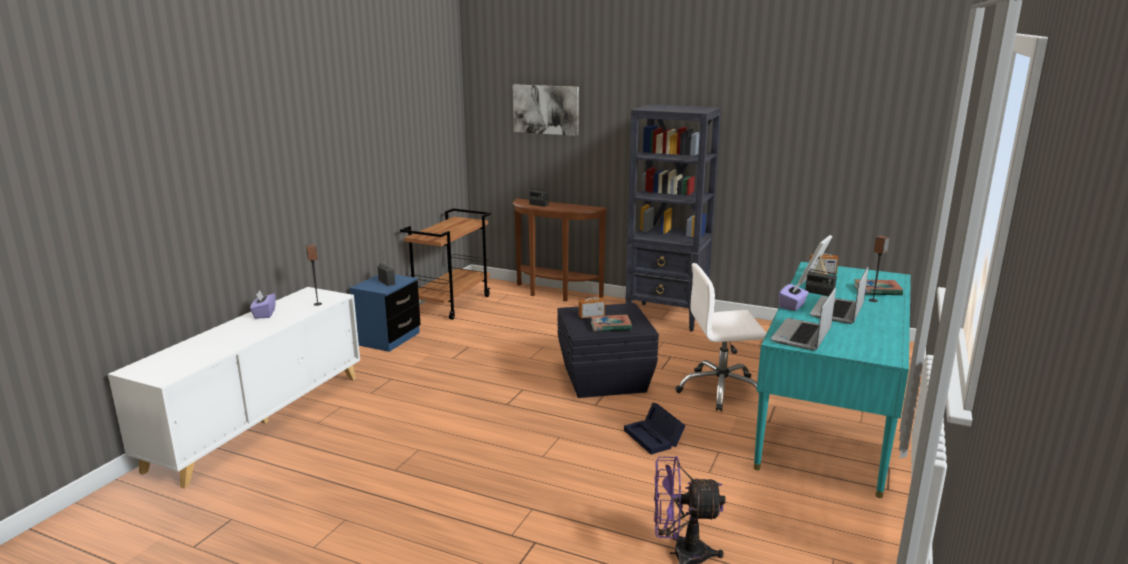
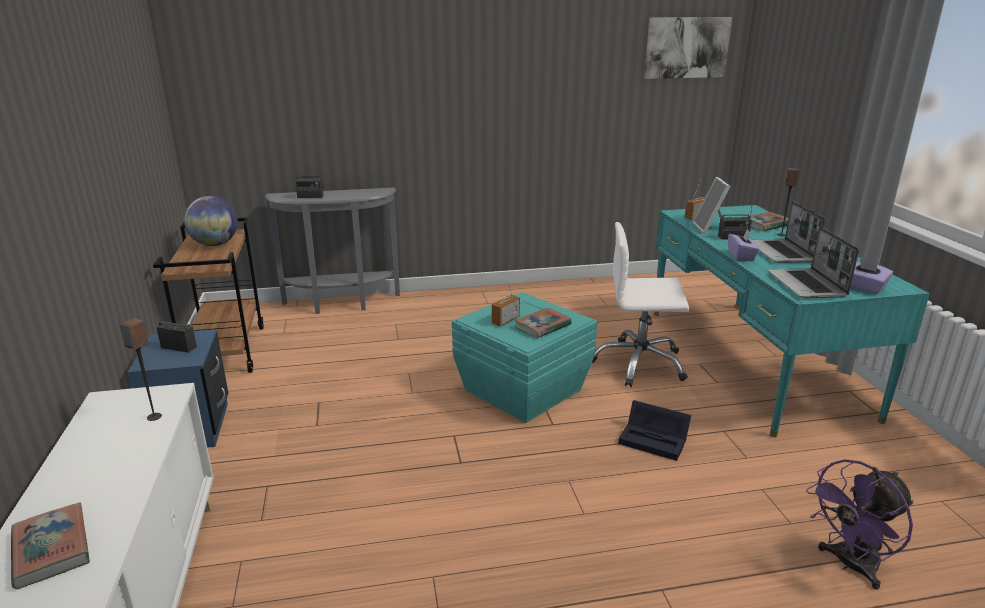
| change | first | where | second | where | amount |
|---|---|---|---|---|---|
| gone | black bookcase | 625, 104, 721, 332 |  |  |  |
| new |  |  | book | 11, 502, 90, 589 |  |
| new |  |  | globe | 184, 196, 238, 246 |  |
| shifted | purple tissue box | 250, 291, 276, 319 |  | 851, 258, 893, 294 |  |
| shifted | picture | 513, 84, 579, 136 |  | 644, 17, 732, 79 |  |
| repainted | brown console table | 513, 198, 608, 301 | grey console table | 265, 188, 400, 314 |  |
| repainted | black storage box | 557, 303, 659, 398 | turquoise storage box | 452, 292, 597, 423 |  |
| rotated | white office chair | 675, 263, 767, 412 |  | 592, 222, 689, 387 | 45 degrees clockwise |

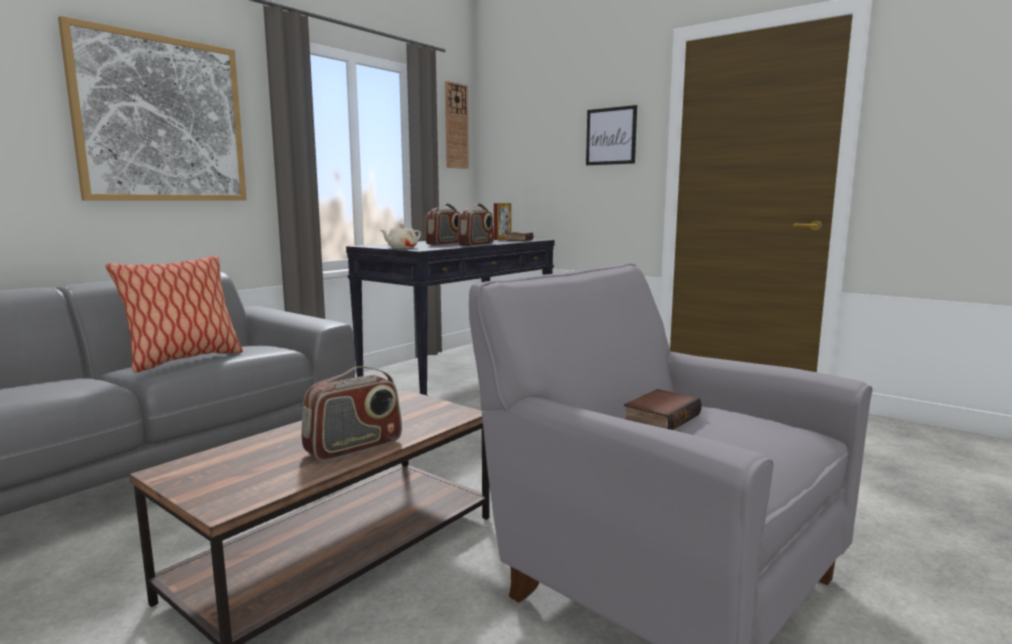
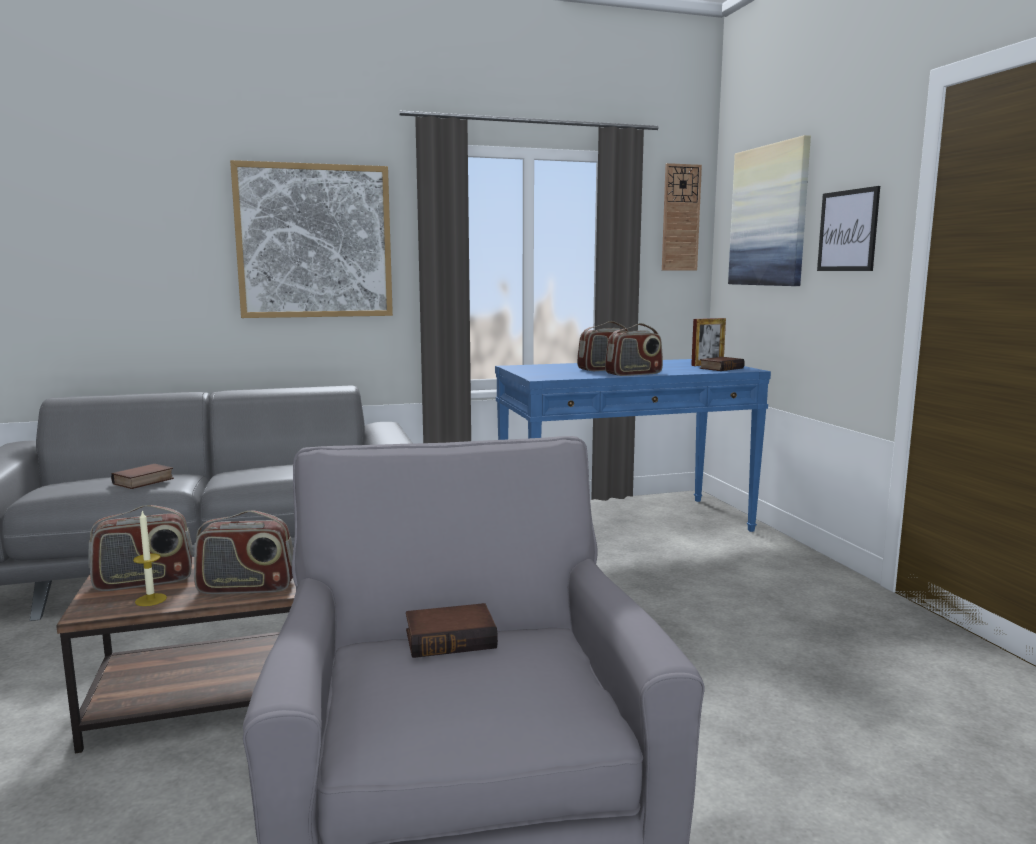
| change | first | where | second | where | amount |
|---|---|---|---|---|---|
| gone | pillow | 105, 255, 243, 372 |  |  |  |
| gone | beige teapot | 381, 224, 421, 248 |  |  |  |
| new |  |  | radio | 88, 505, 193, 591 |  |
| new |  |  | book | 111, 463, 174, 489 |  |
| new |  |  | candle | 133, 510, 167, 606 |  |
| new |  |  | picture | 728, 135, 811, 286 |  |
| repainted | black console table | 346, 239, 554, 396 | blue console table | 495, 359, 771, 532 |  |

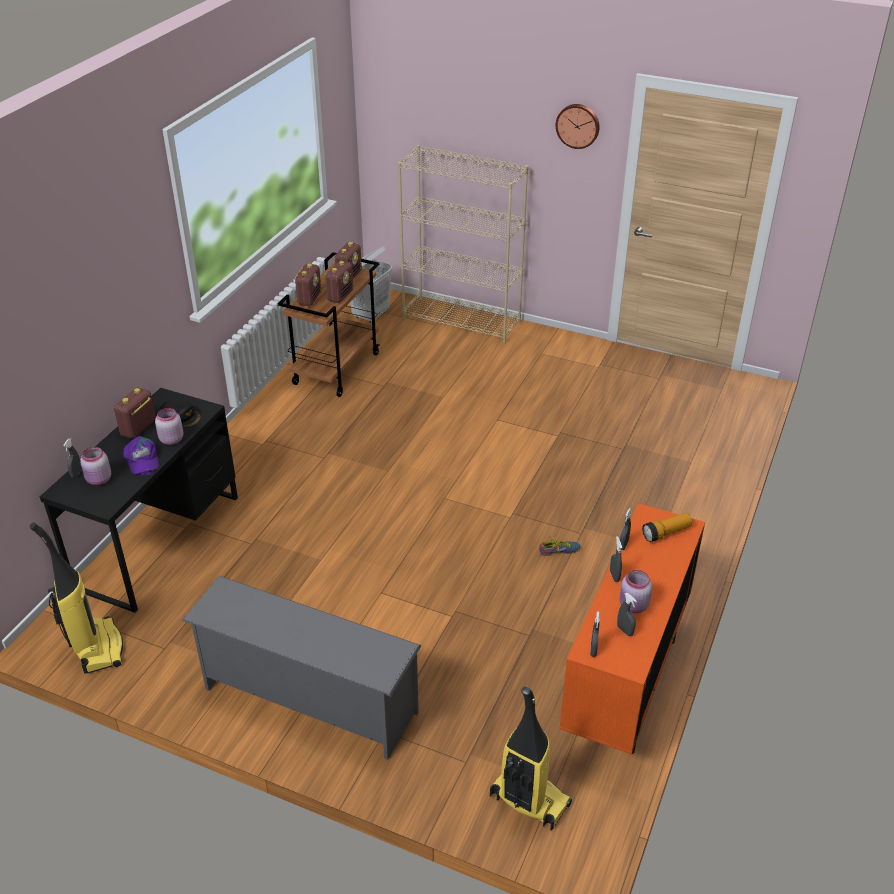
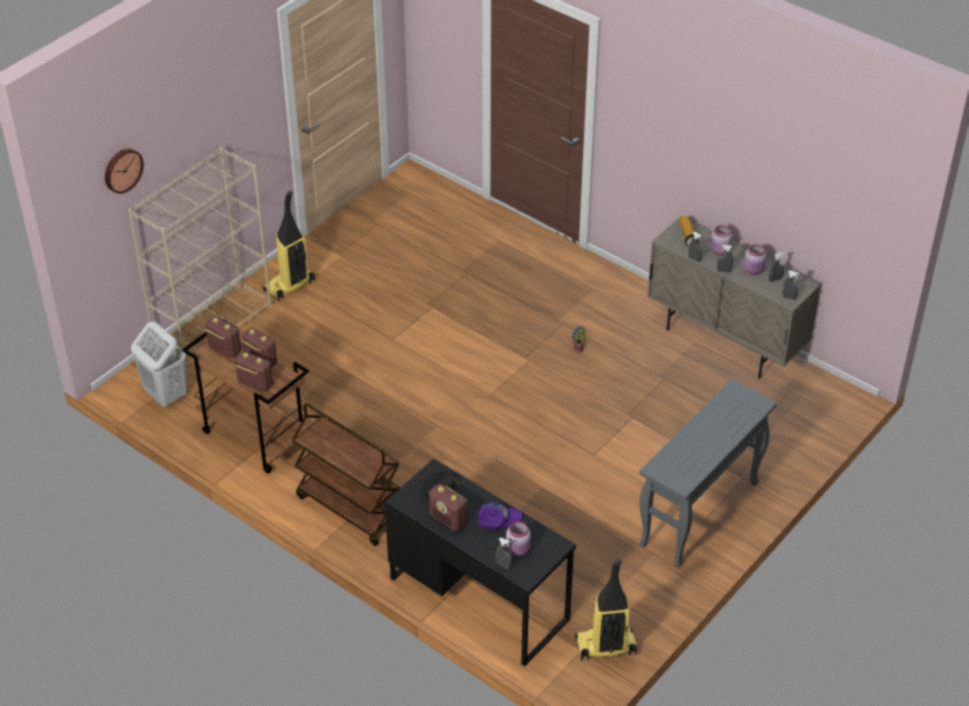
| change | first | where | second | where | amount |
|---|---|---|---|---|---|
| new |  |  | brown cart | 292, 403, 400, 546 |  |
| shifted | pink jar | 155, 408, 184, 445 |  | 710, 225, 732, 255 |  |
| shifted | vacuum cleaner | 490, 687, 572, 831 |  | 263, 191, 315, 301 |  |
| shifted | wall clock | 556, 104, 599, 149 |  | 105, 149, 144, 194 |  |
| swapped | grey shoe rack | 182, 576, 421, 760 | grey console table | 639, 379, 777, 568 |  |
| repainted | orange cabinet | 559, 503, 705, 754 | beige cabinet | 647, 216, 821, 379 |  |

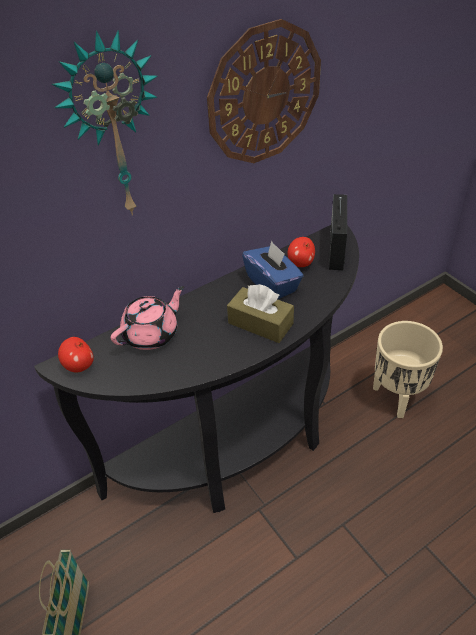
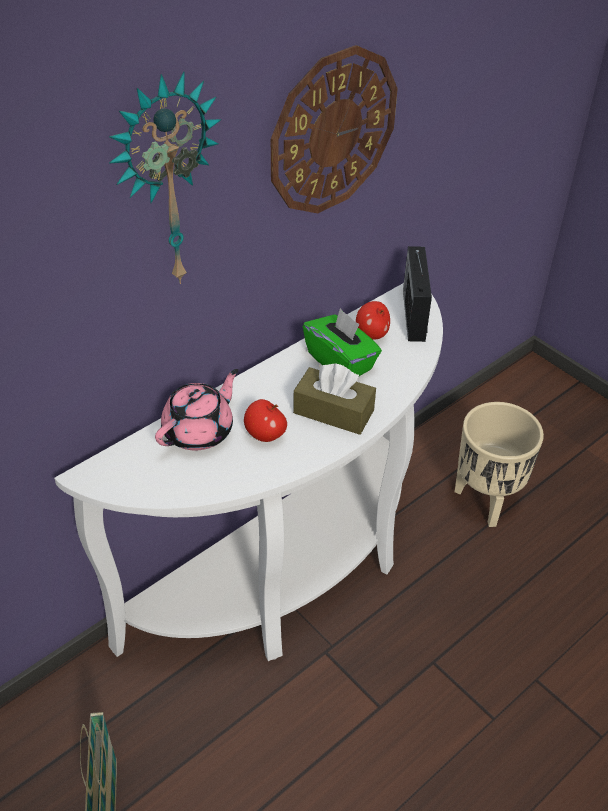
| change | first | where | second | where | amount |
|---|---|---|---|---|---|
| shifted | apple | 58, 337, 94, 372 |  | 244, 399, 287, 442 |  |
| repainted | black console table | 34, 225, 359, 513 | white console table | 54, 283, 443, 661 |  |
| repainted | blue tissue box | 242, 241, 303, 299 | green tissue box | 303, 308, 382, 376 |  |

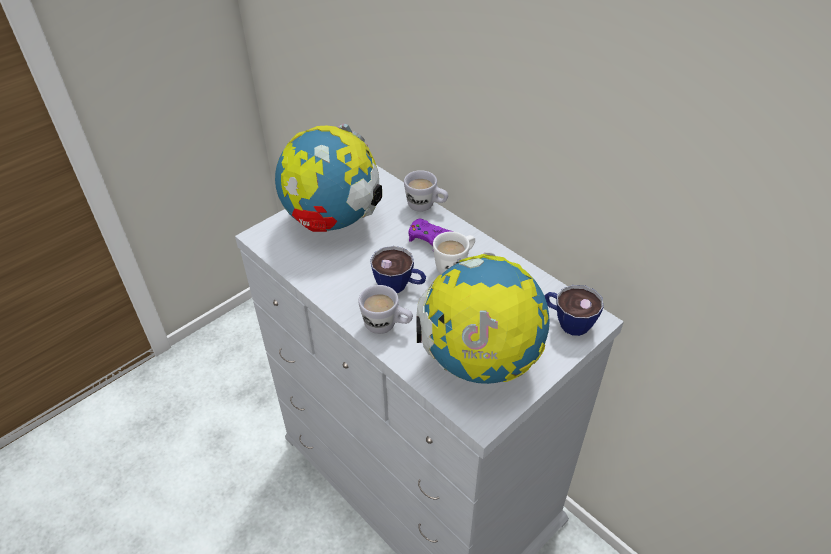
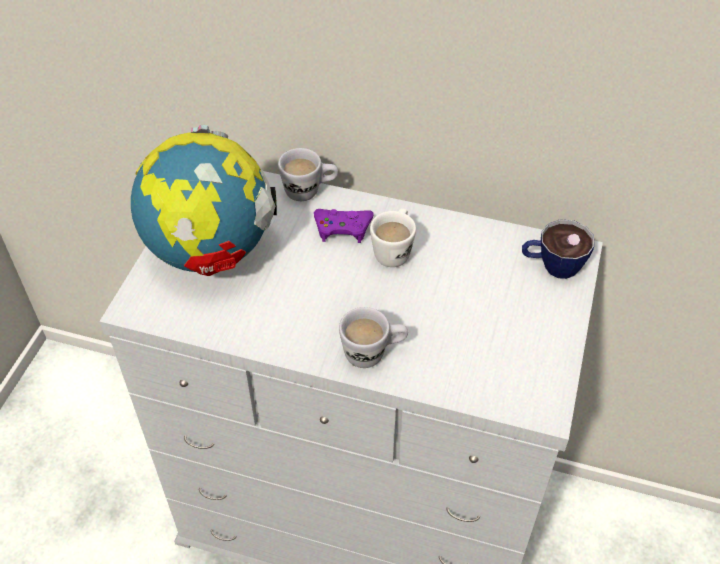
| change | first | where | second | where | amount |
|---|---|---|---|---|---|
| gone | cup | 370, 246, 426, 293 |  |  |  |
| gone | globe | 416, 252, 550, 384 |  |  |  |

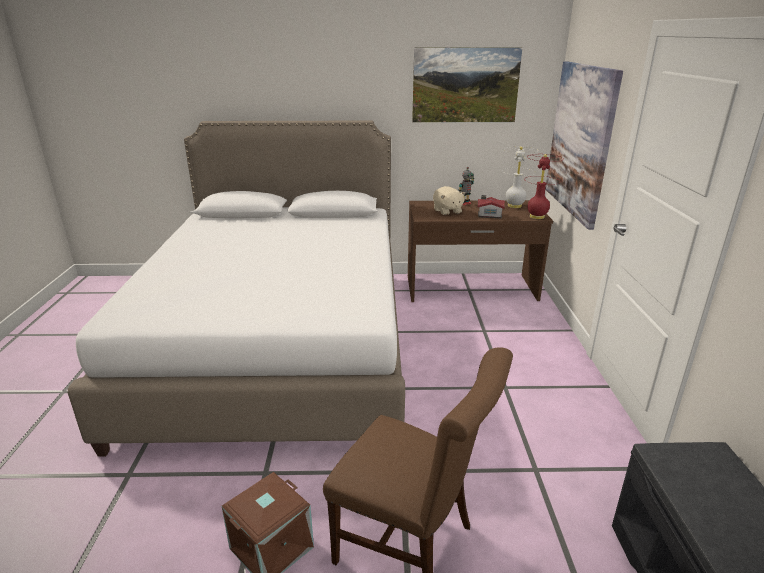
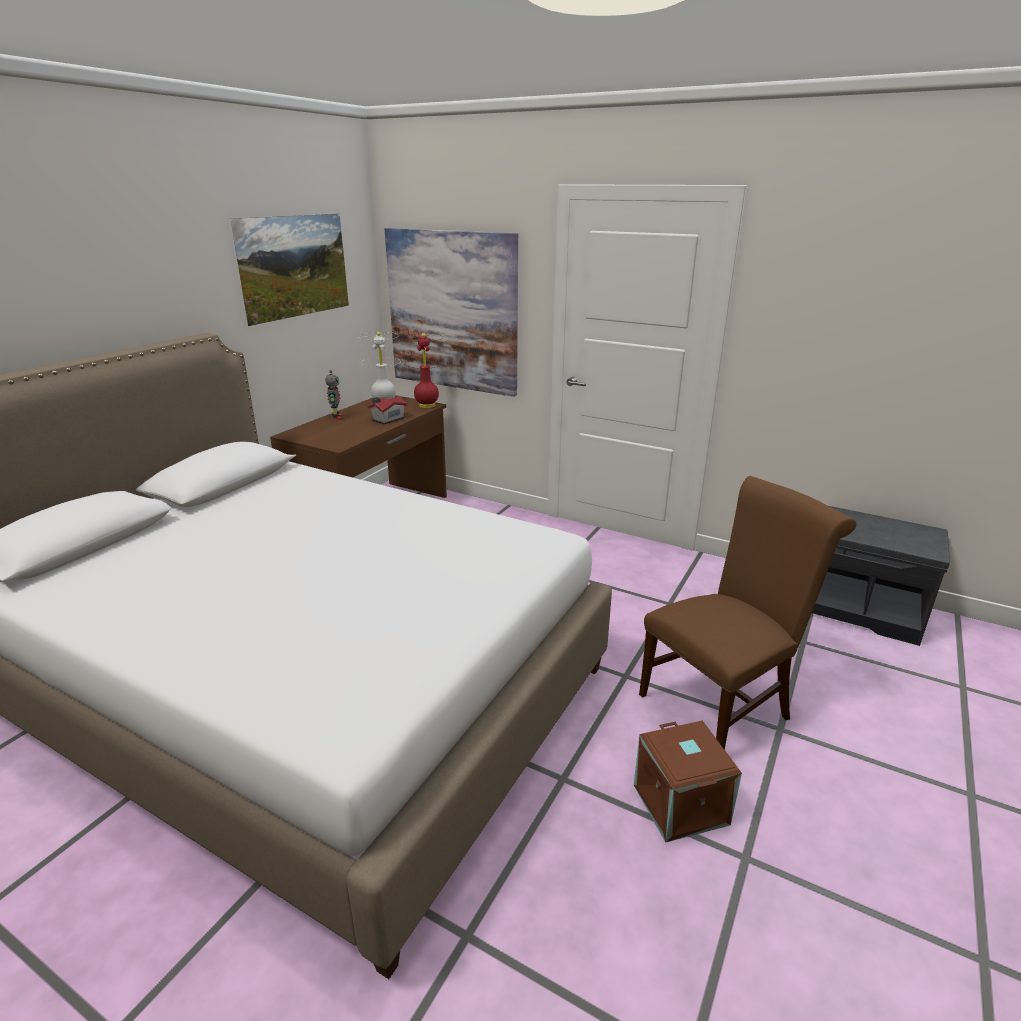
| change | first | where | second | where | amount |
|---|---|---|---|---|---|
| gone | beige plush toy | 433, 186, 466, 215 |  |  |  |

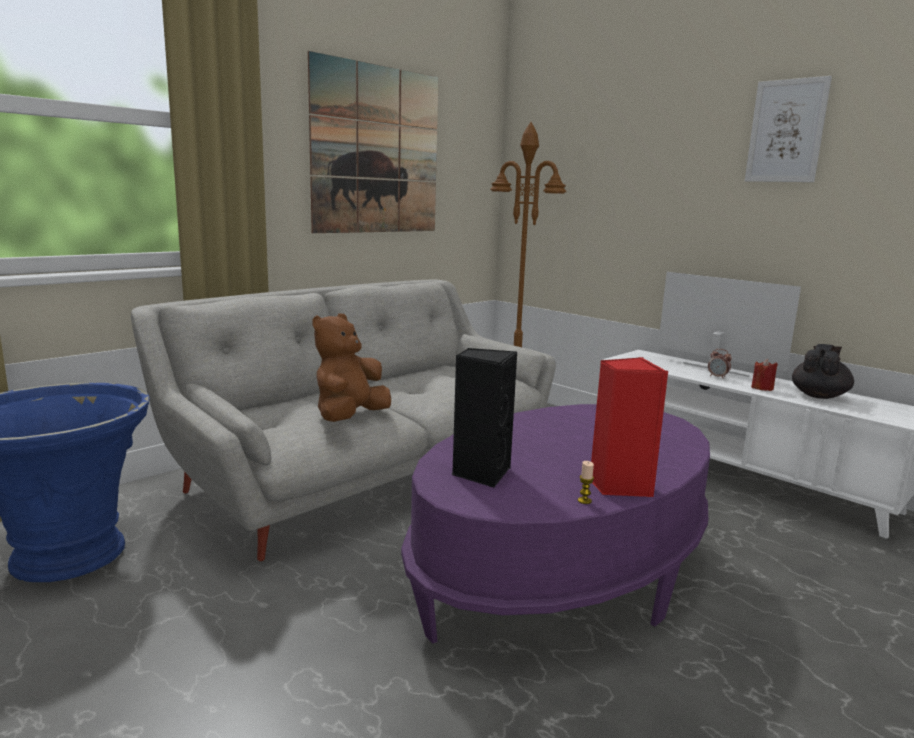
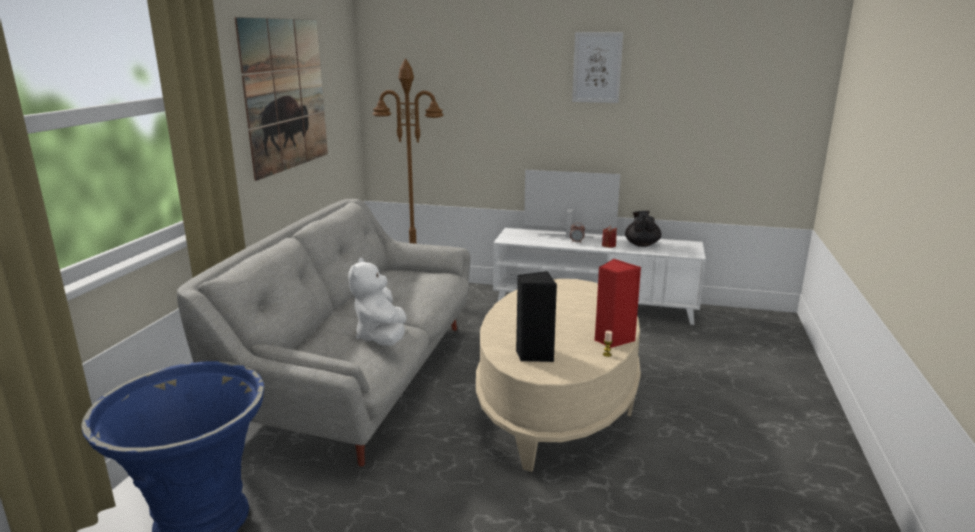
| change | first | where | second | where | amount |
|---|---|---|---|---|---|
| repainted | brown plush toy | 313, 313, 391, 422 | white plush toy | 348, 258, 407, 346 |  |
| repainted | purple coffee table | 401, 404, 710, 643 | beige coffee table | 476, 279, 641, 472 |  |

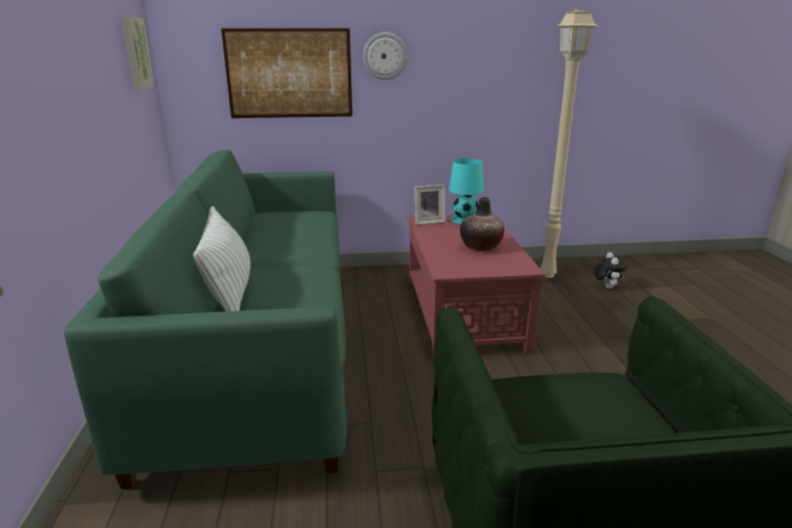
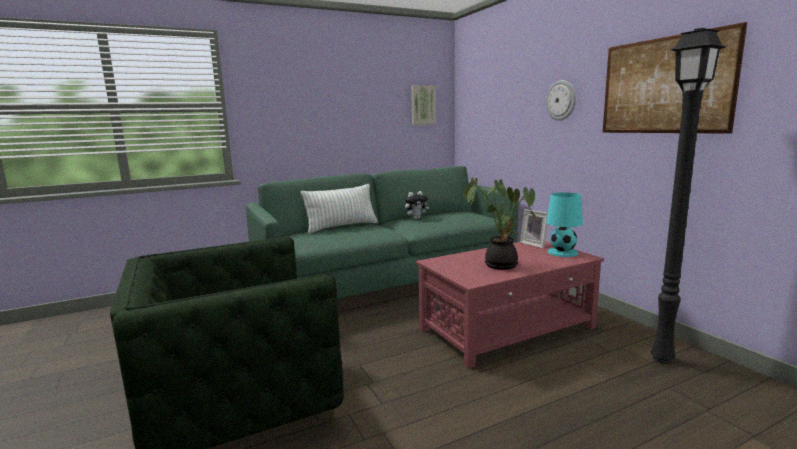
| change | first | where | second | where | amount |
|---|---|---|---|---|---|
| shifted | picture | 221, 28, 352, 118 |  | 603, 22, 747, 134 |  |
| shifted | plush toy | 594, 252, 626, 289 |  | 405, 191, 429, 220 |  |
| swapped | vase | 460, 197, 504, 251 | potted plant | 464, 177, 537, 270 |  |
| repainted | beige floor lamp | 540, 9, 598, 278 | black floor lamp | 651, 28, 726, 364 |  |

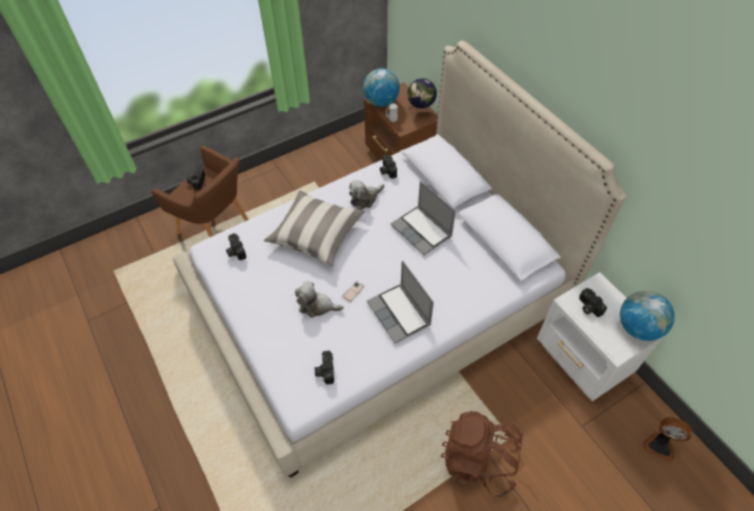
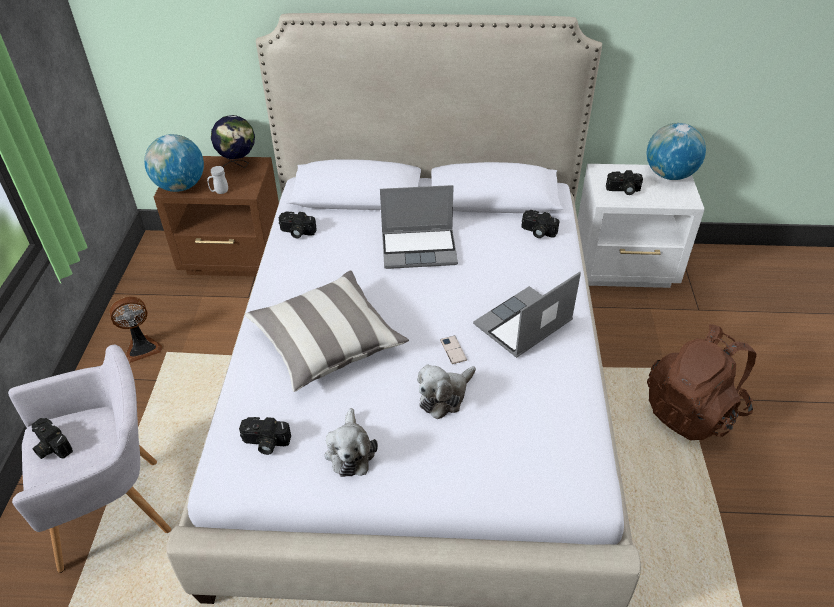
| change | first | where | second | where | amount |
|---|---|---|---|---|---|
| shifted | photo camera | 315, 351, 334, 385 |  | 522, 210, 560, 238 |  |
| shifted | plush toy | 349, 180, 385, 210 |  | 325, 408, 378, 477 |  |
| shifted | fan | 642, 417, 692, 462 |  | 110, 297, 163, 363 |  |
| repainted | brown armchair | 151, 145, 249, 237 | grey armchair | 8, 345, 171, 573 |  |
| rotated | laptop | 367, 260, 434, 344 |  | 473, 272, 581, 358 | 135 degrees clockwise |

